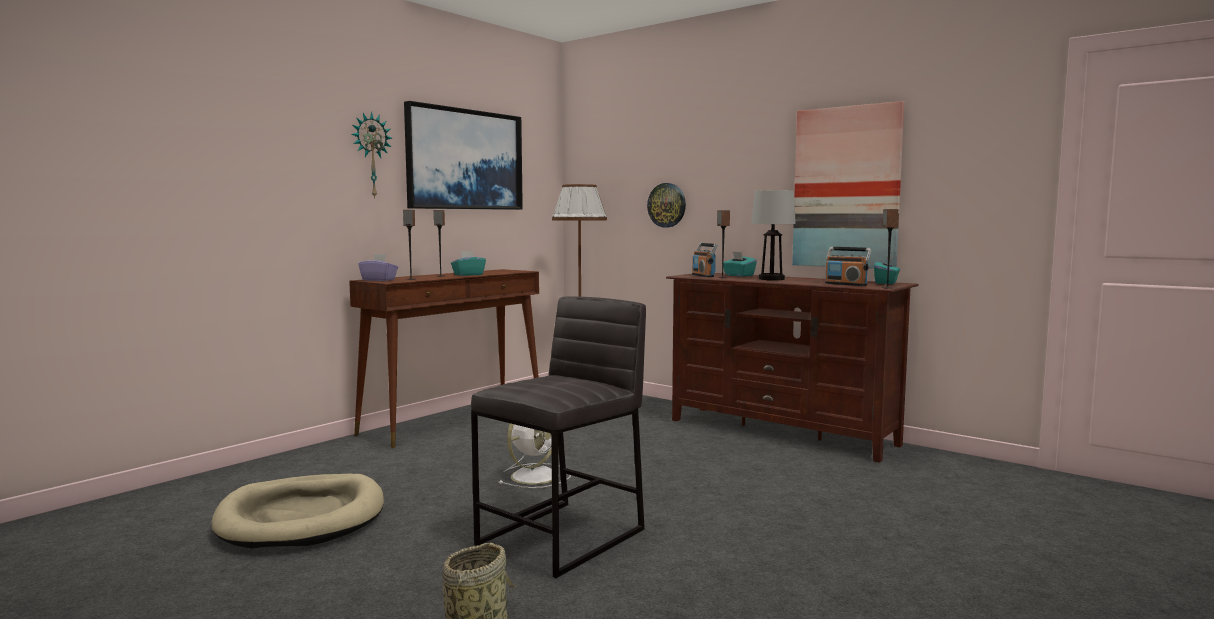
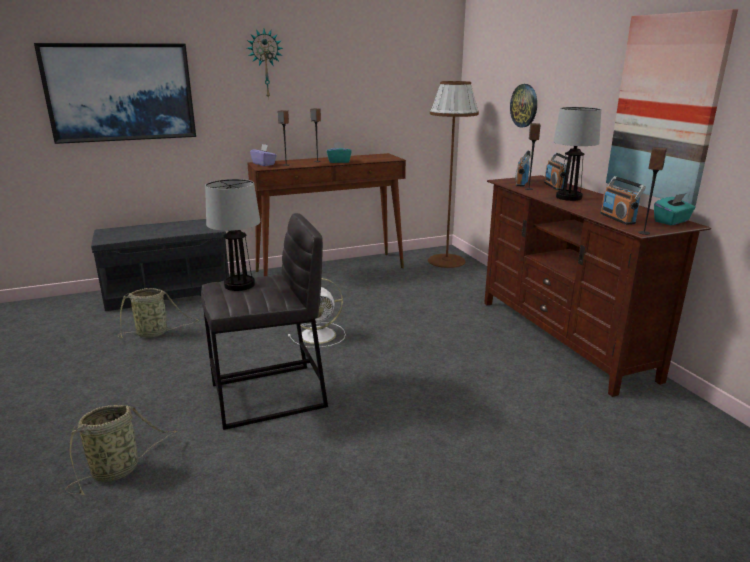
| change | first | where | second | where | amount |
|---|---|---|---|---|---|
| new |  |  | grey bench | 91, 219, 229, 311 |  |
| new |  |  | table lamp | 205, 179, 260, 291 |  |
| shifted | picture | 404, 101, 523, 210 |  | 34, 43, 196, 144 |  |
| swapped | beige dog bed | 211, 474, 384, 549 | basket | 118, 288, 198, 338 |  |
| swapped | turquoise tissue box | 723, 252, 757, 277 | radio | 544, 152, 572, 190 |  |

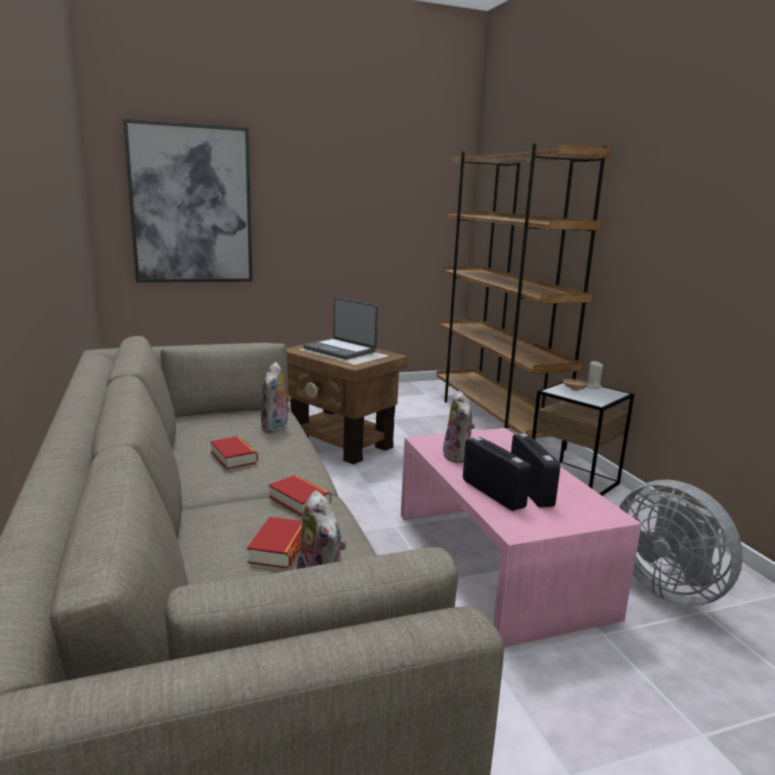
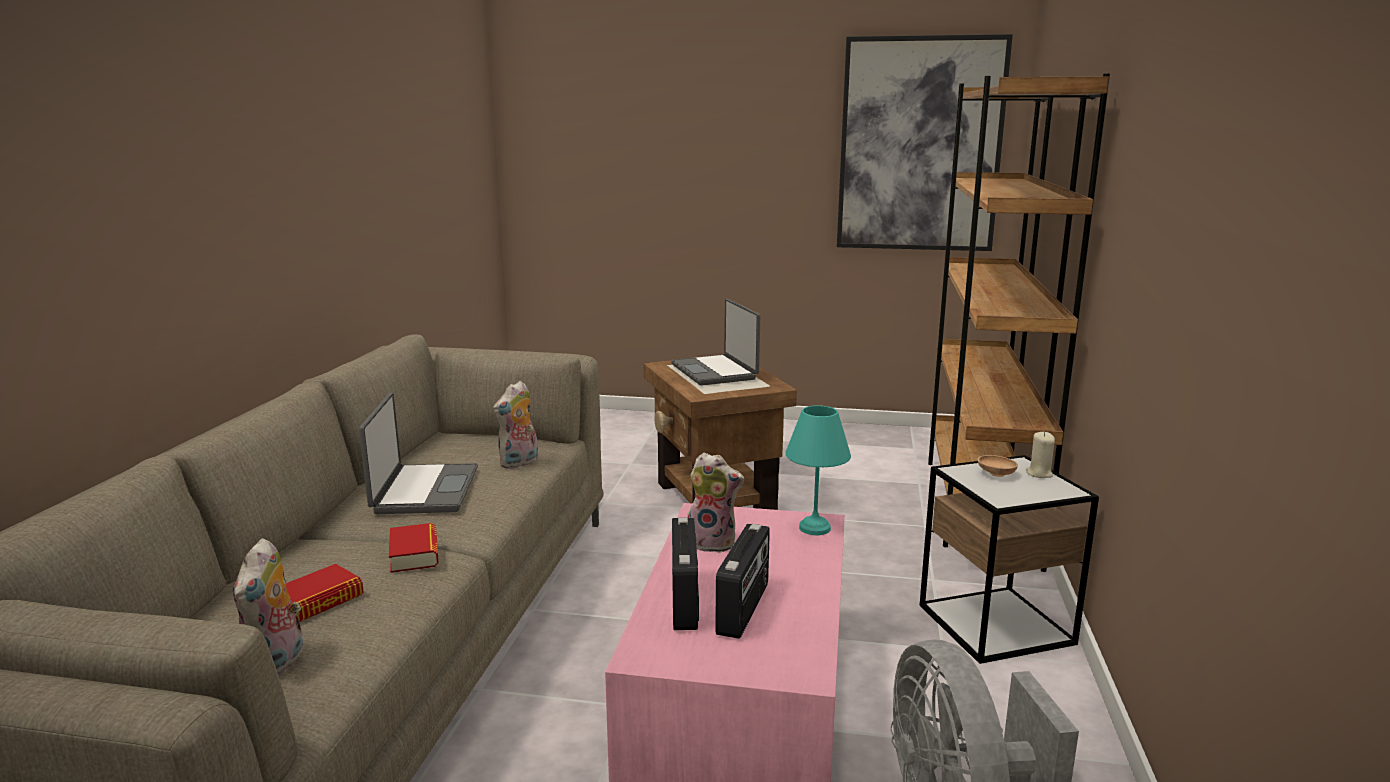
| change | first | where | second | where | amount |
|---|---|---|---|---|---|
| new |  |  | turquoise table lamp | 785, 406, 851, 535 |  |
| shifted | picture | 123, 119, 253, 282 |  | 837, 34, 1013, 251 |  |
| swapped | book | 210, 436, 258, 469 | laptop | 359, 393, 478, 514 |  |
| rotated | plush toy | 443, 391, 475, 463 |  | 687, 452, 744, 553 | 90 degrees counterclockwise |

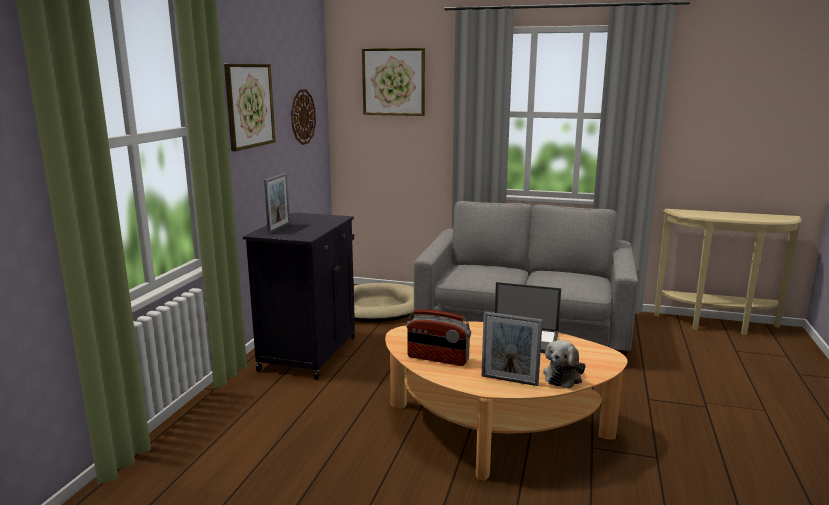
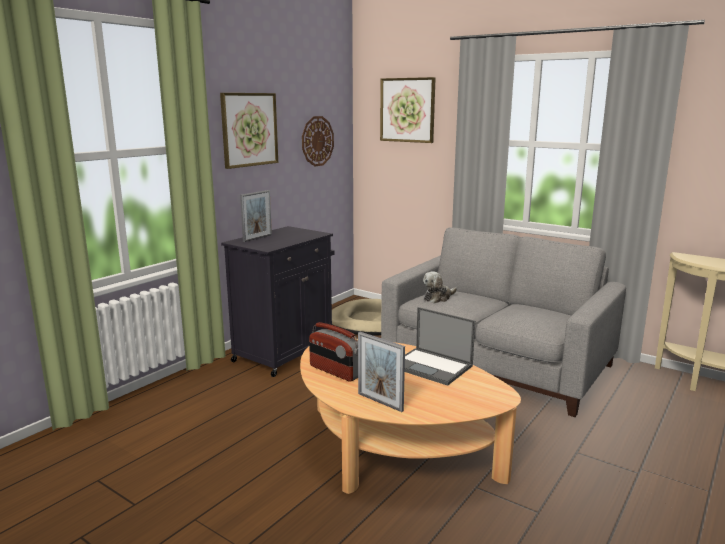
| change | first | where | second | where | amount |
|---|---|---|---|---|---|
| shifted | plush toy | 543, 340, 585, 389 |  | 423, 271, 457, 303 |  |

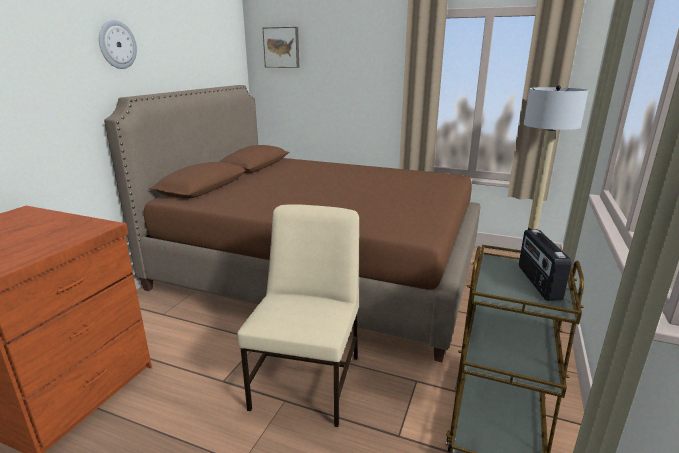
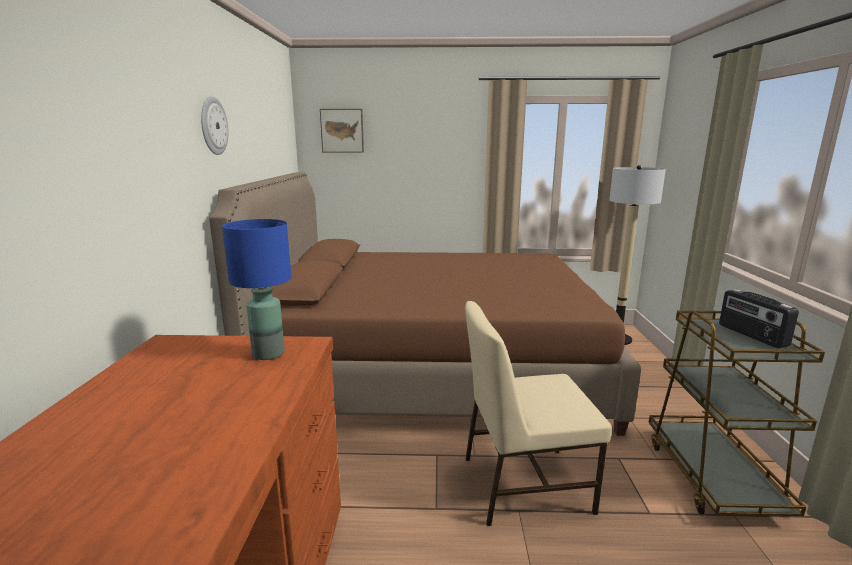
| change | first | where | second | where | amount |
|---|---|---|---|---|---|
| new |  |  | blue table lamp | 222, 219, 291, 360 |  |
| rotated | beige chair | 237, 204, 359, 427 |  | 465, 301, 612, 526 | 90 degrees counterclockwise |

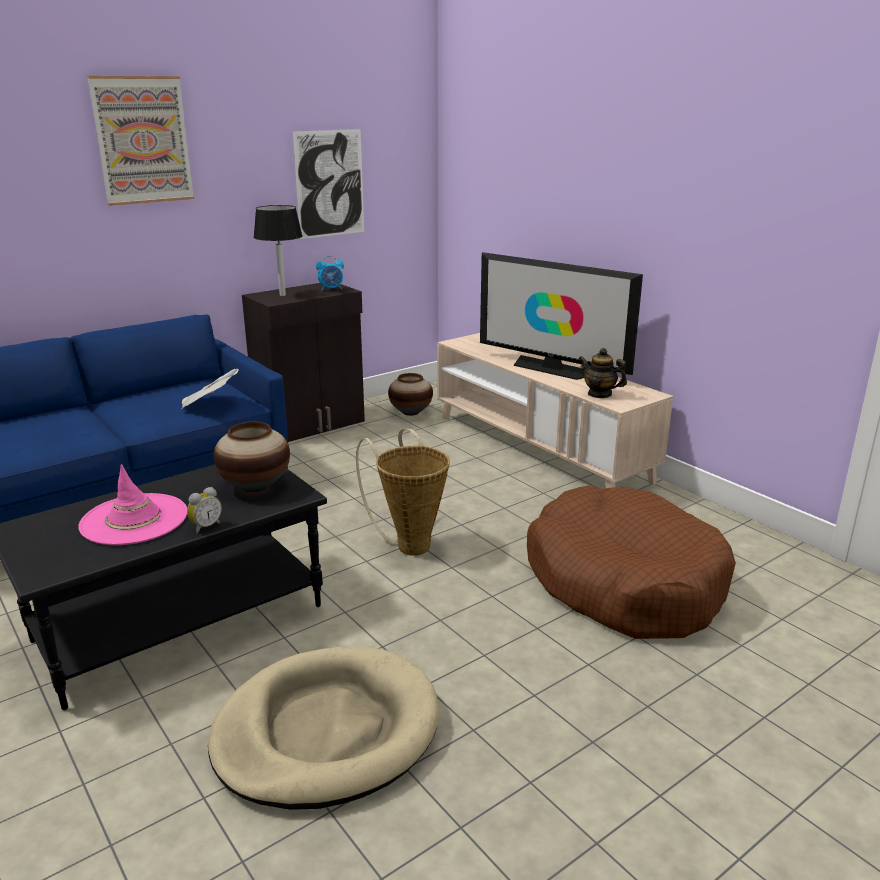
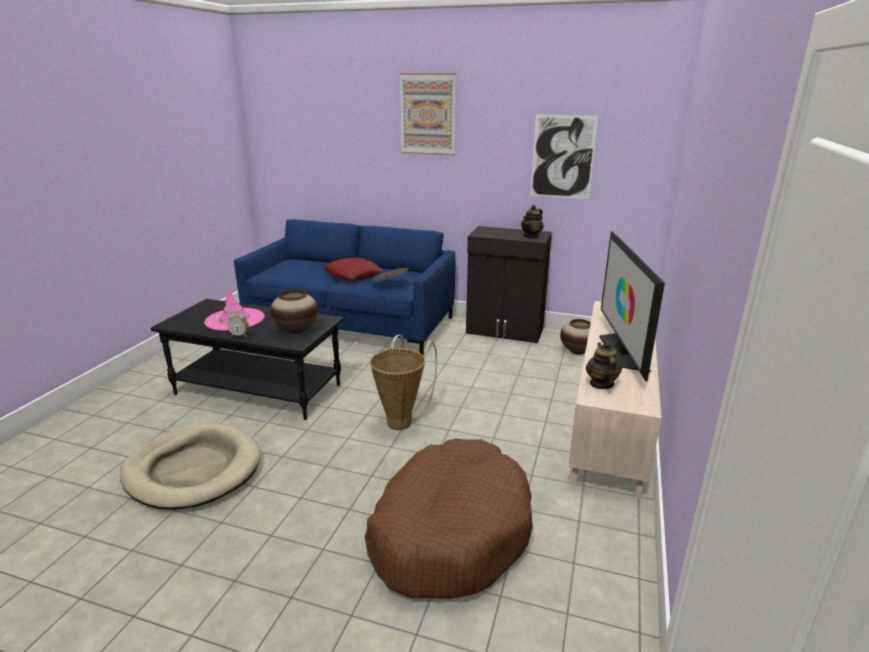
| change | first | where | second | where | amount |
|---|---|---|---|---|---|
| gone | black table lamp | 253, 205, 303, 296 |  |  |  |
| new |  |  | red pillow | 324, 257, 384, 281 |  |
| swapped | alarm clock | 316, 256, 344, 291 | teapot | 521, 205, 544, 239 |  |

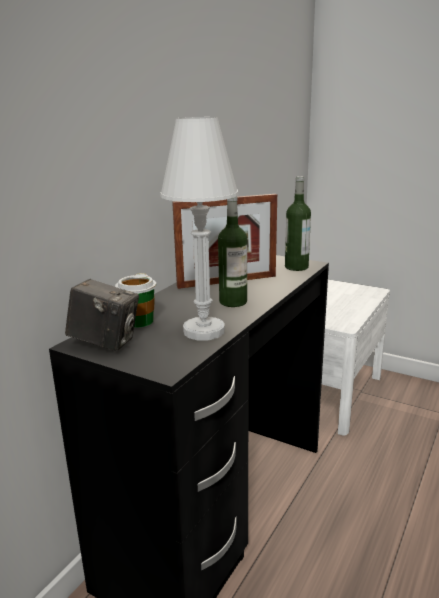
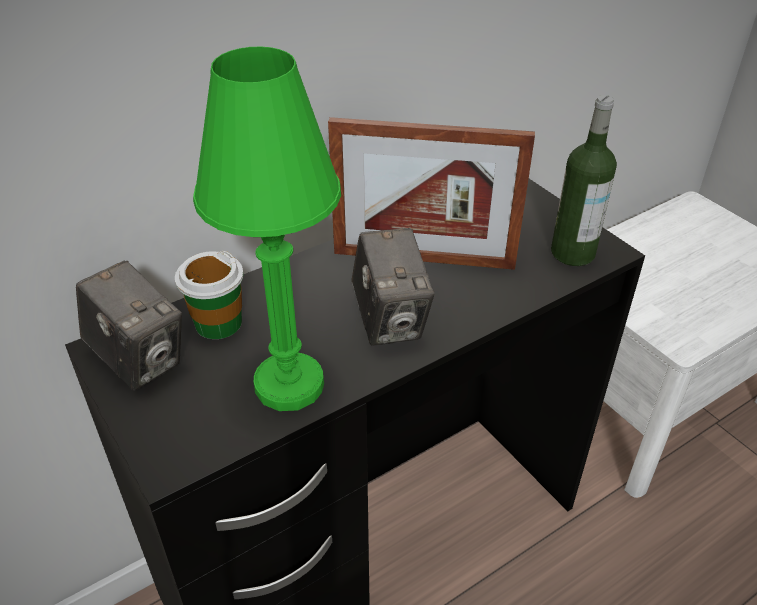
| change | first | where | second | where | amount |
|---|---|---|---|---|---|
| swapped | bottle | 218, 196, 247, 307 | photo camera | 351, 228, 435, 346 |  |
| repainted | white table lamp | 160, 117, 239, 340 | green table lamp | 193, 46, 341, 411 |  |

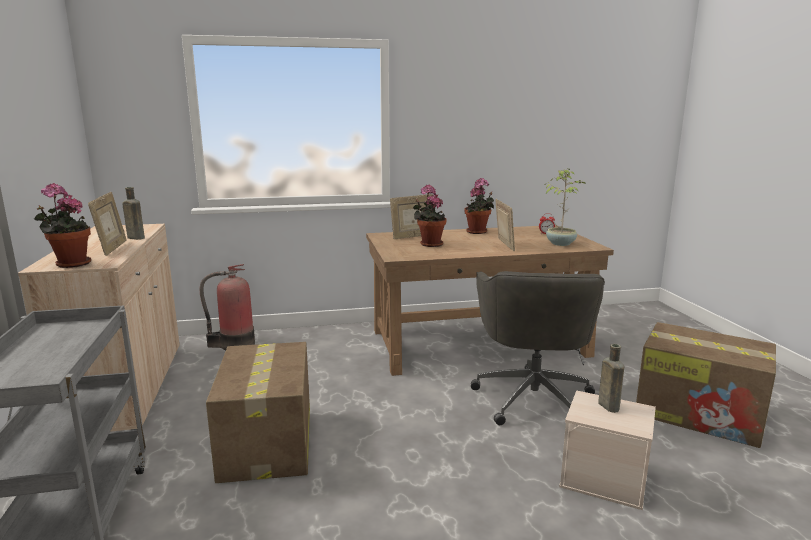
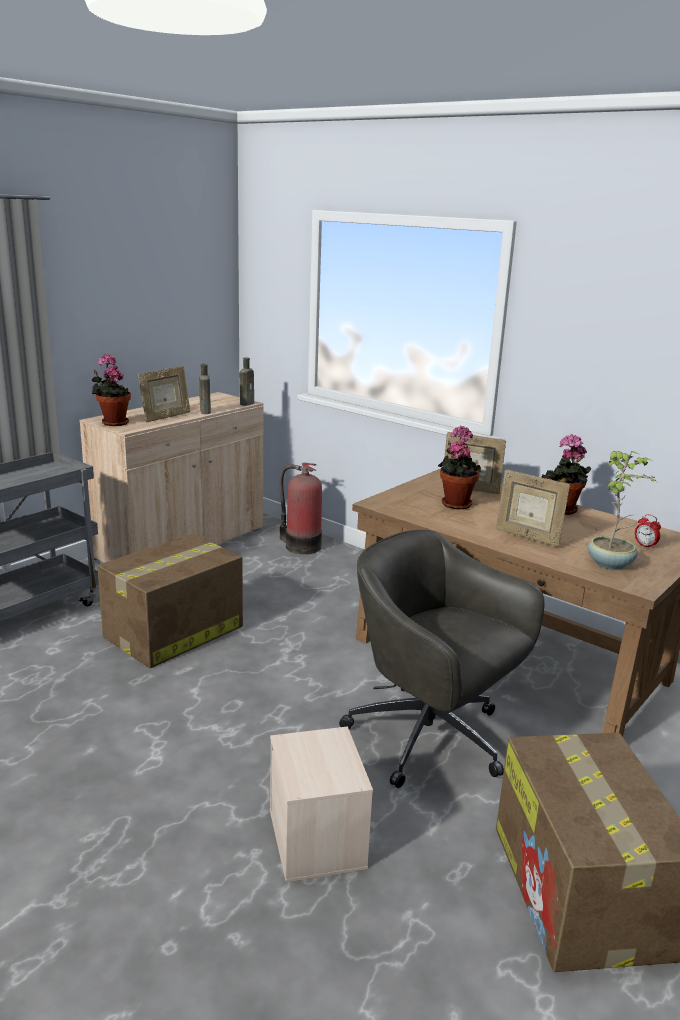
| change | first | where | second | where | amount |
|---|---|---|---|---|---|
| shifted | brown bottle | 598, 344, 624, 413 |  | 240, 357, 254, 406 |  |
| rotated | grey office chair | 471, 271, 605, 425 |  | 339, 530, 545, 788 | 75 degrees clockwise |
| rotated | picture frame | 496, 199, 515, 251 |  | 496, 470, 570, 547 | 90 degrees clockwise |

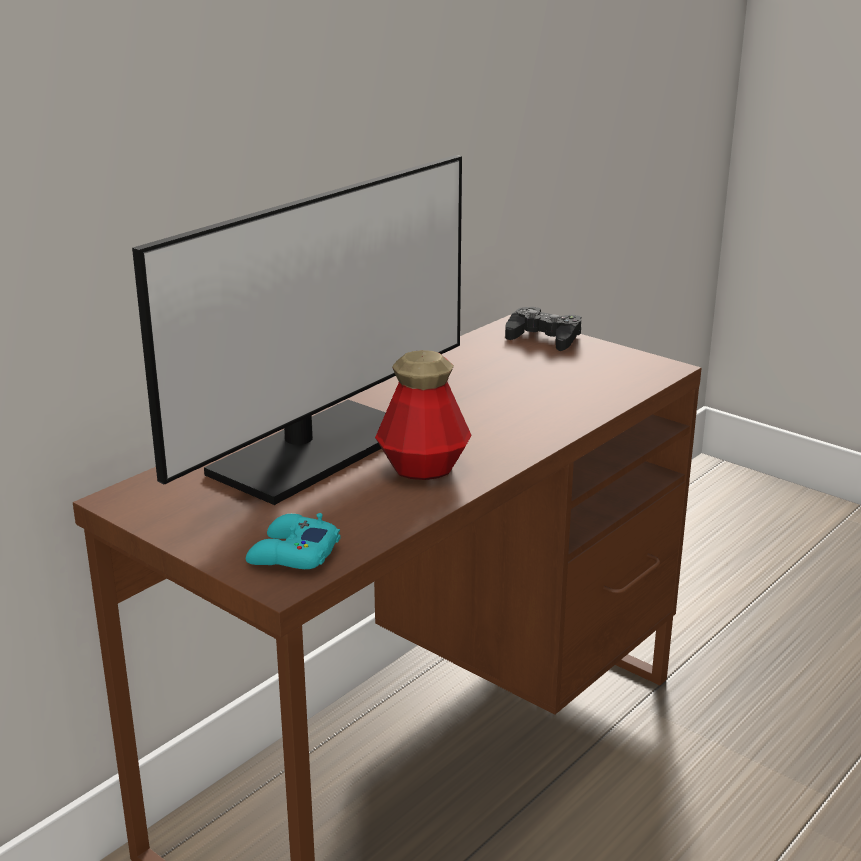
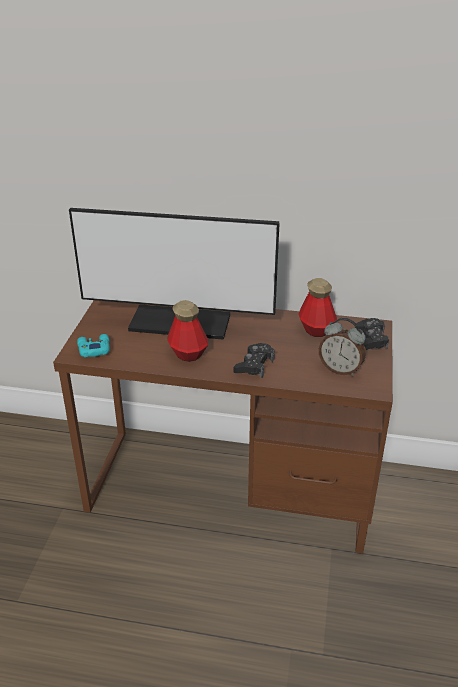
| change | first | where | second | where | amount |
|---|---|---|---|---|---|
| new |  |  | black game controller | 233, 343, 275, 378 |  |
| new |  |  | bottle | 299, 278, 337, 337 |  |
| new |  |  | alarm clock | 319, 318, 366, 376 |  |

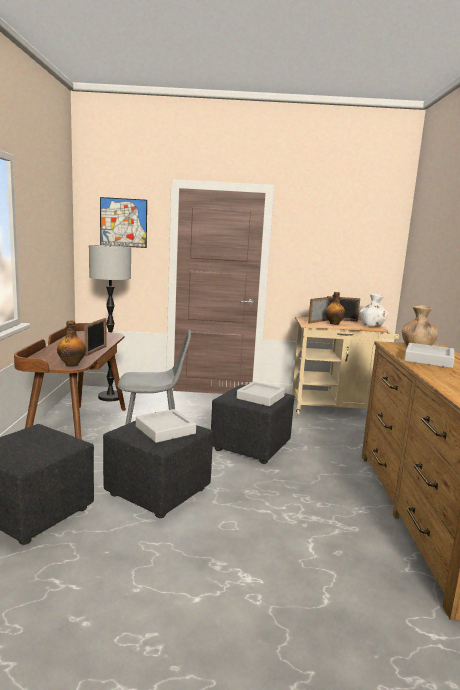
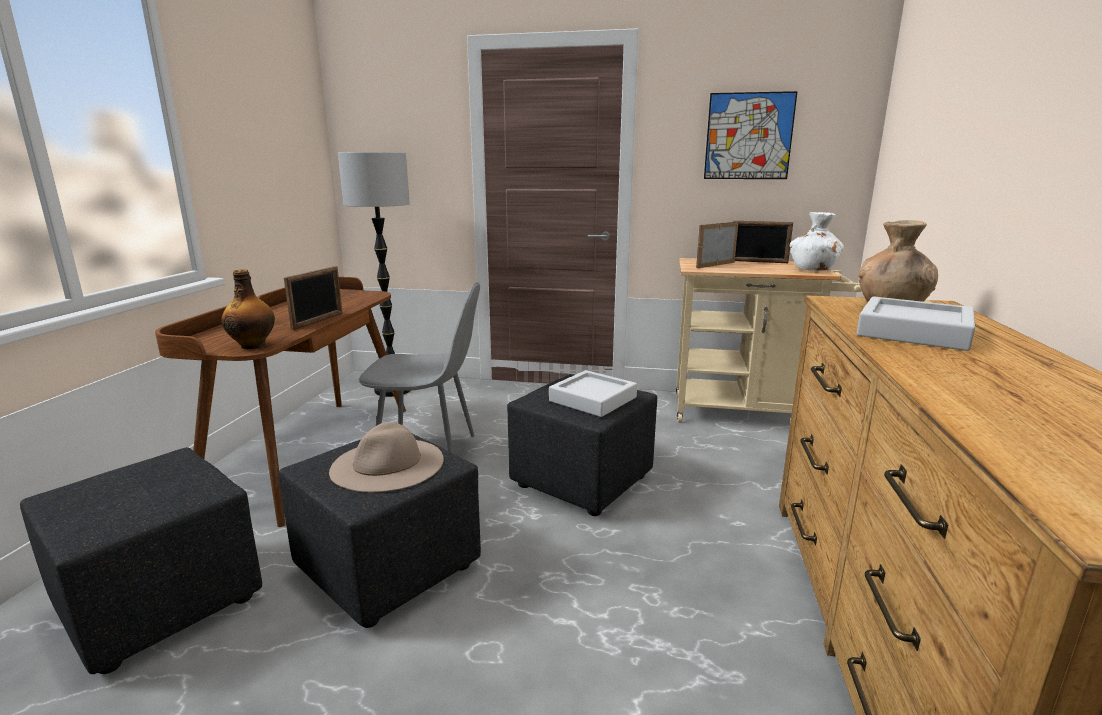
| change | first | where | second | where | amount |
|---|---|---|---|---|---|
| gone | bottle | 325, 292, 346, 325 |  |  |  |
| shifted | picture | 100, 197, 147, 248 |  | 704, 91, 798, 179 |  |
| swapped | grey tray | 136, 409, 196, 443 | beige hat | 329, 422, 444, 492 |  |

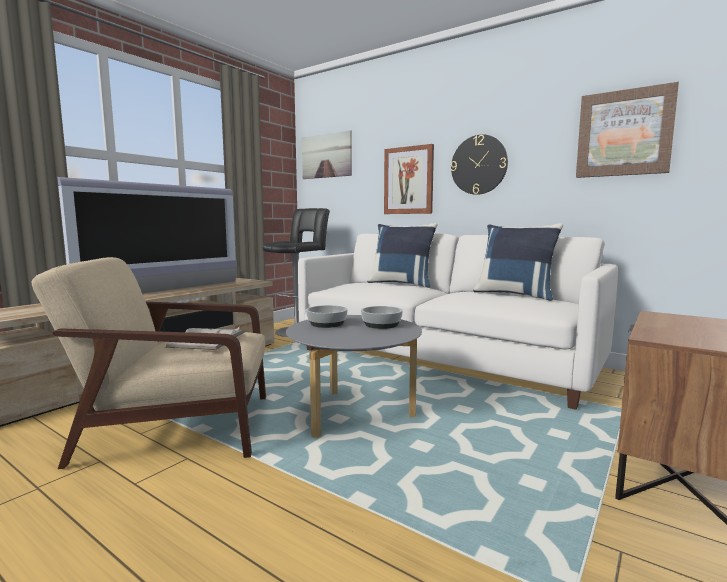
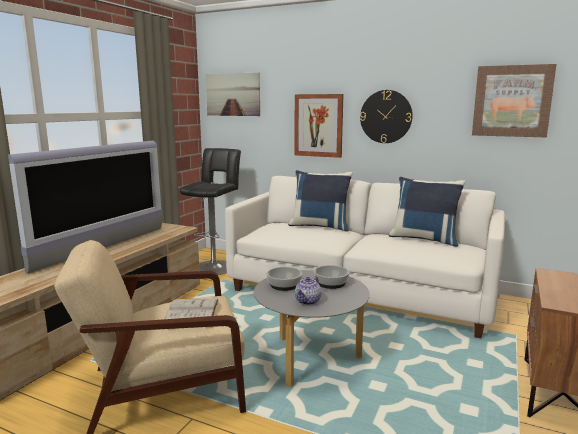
| change | first | where | second | where | amount |
|---|---|---|---|---|---|
| new |  |  | teapot | 295, 276, 321, 305 |  |

